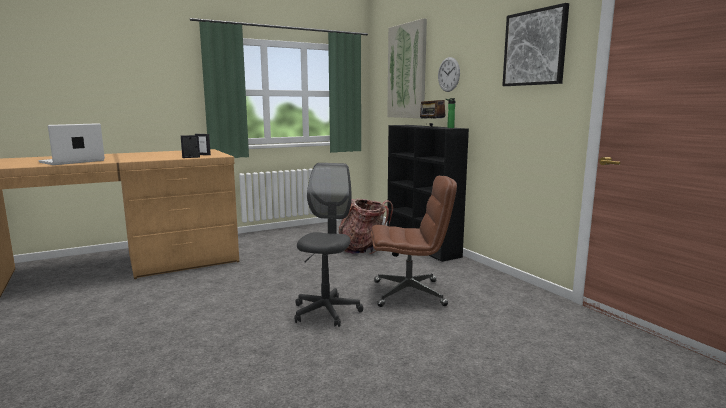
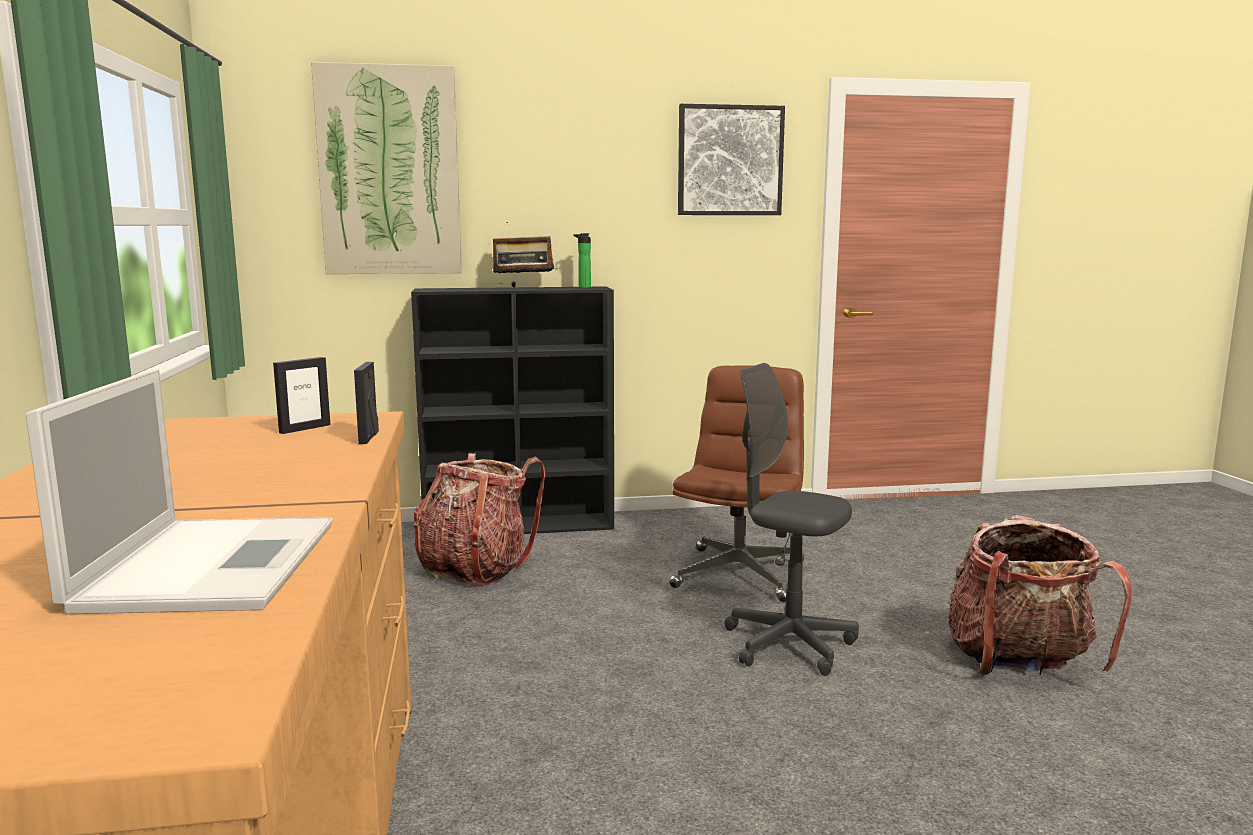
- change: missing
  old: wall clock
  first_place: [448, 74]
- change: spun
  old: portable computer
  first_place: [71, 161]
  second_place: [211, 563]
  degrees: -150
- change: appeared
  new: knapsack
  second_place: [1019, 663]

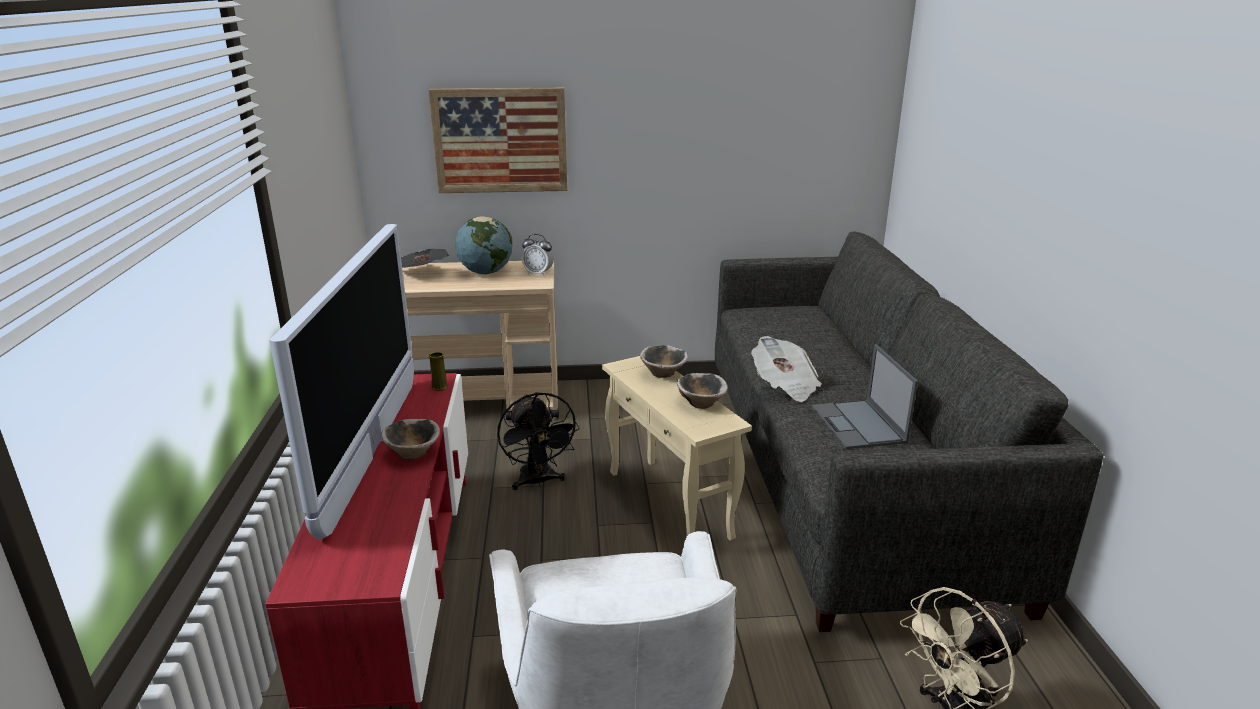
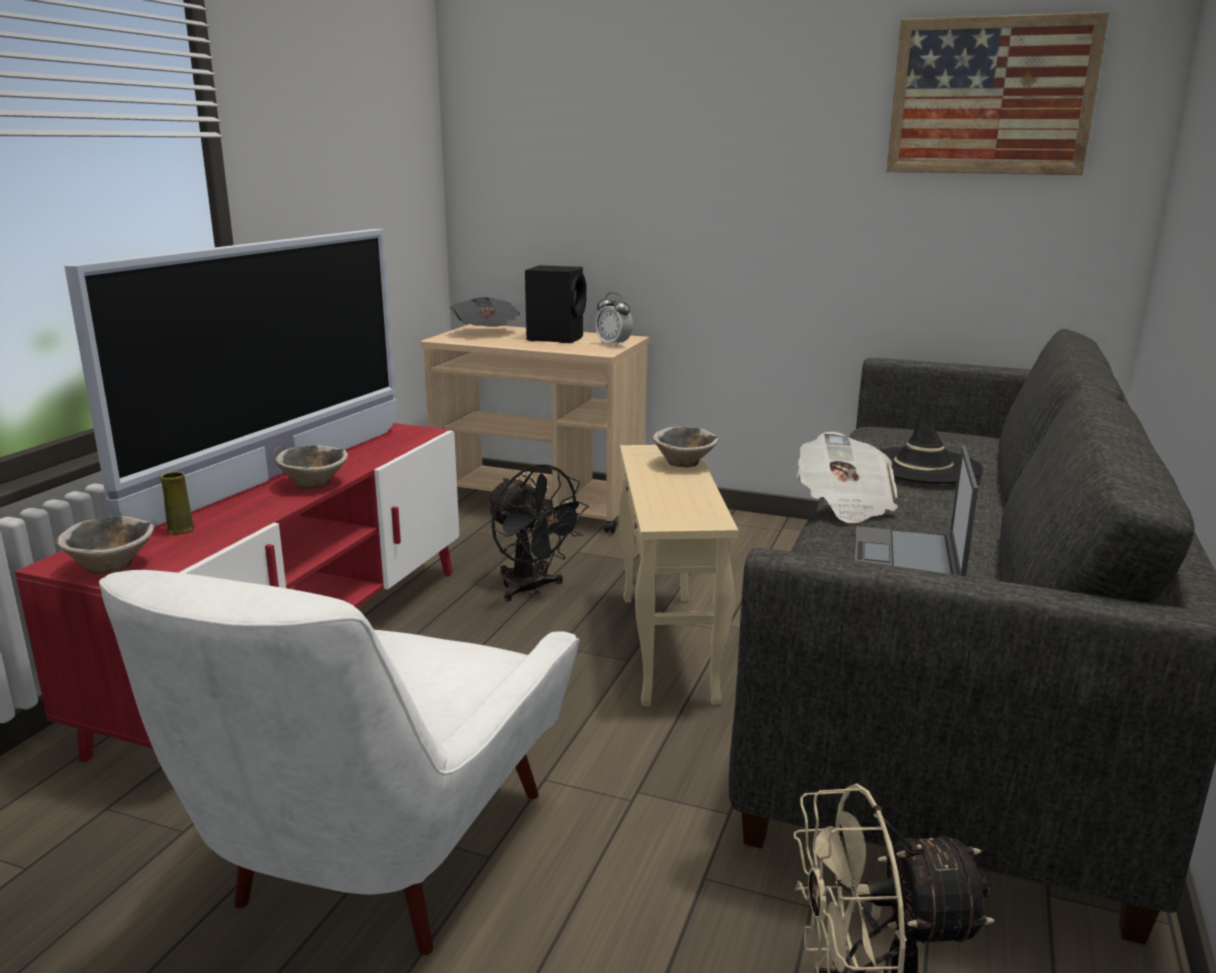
- change: relocated
  old: picture
  first_place: [500, 140]
  second_place: [991, 96]
- change: exchanged
  old: world globe
  new: black loudspeaker
  first_place: [485, 272]
  second_place: [556, 338]
- change: relocated
  old: yellow-coloured decorative vase
  first_place: [439, 387]
  second_place: [181, 530]
- change: relocated
  old: serving bowl
  first_place: [701, 403]
  second_place: [111, 567]
- change: spun
  old: black electric fan
  first_place: [538, 482]
  second_place: [531, 589]
  degrees: -45
- change: appeared
  new: black wearable hat
  second_place: [923, 466]

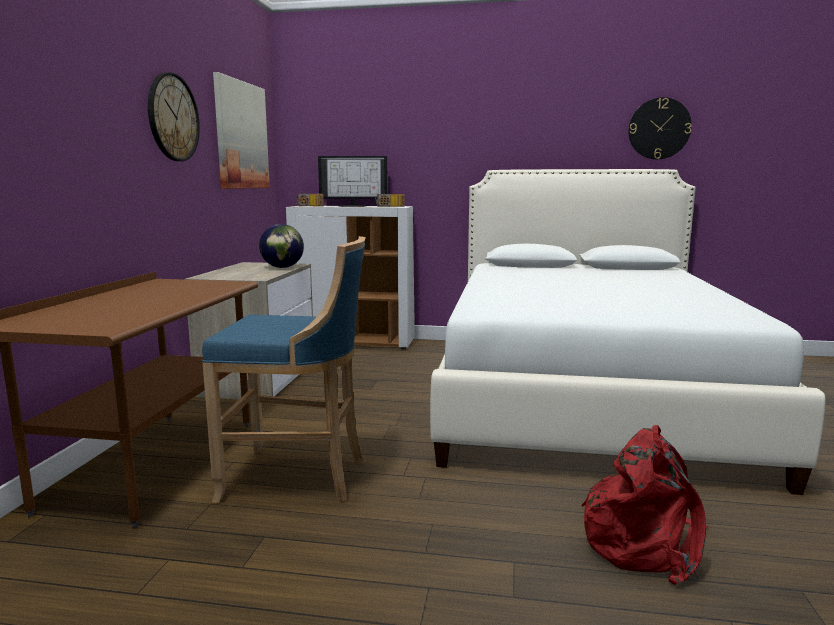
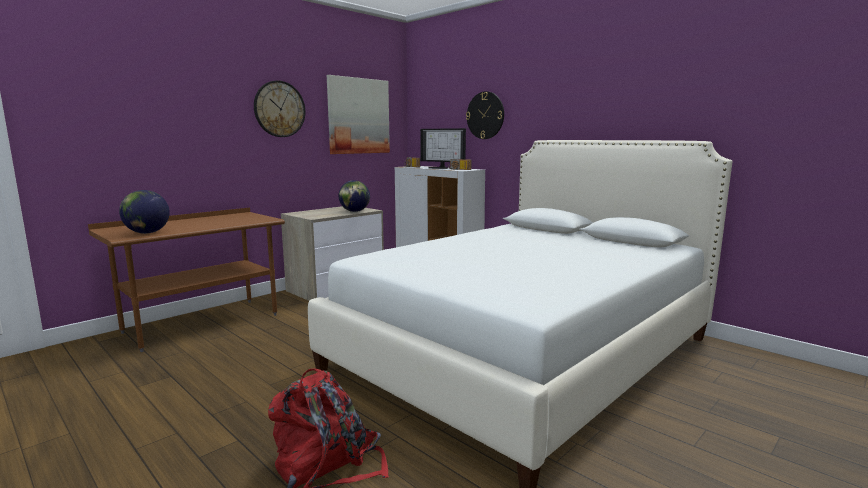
- change: relocated
  old: wall clock
  first_place: [659, 128]
  second_place: [485, 115]
- change: missing
  old: blue-coloured sitting stool
  first_place: [299, 477]
- change: appeared
  new: world globe
  second_place: [147, 233]

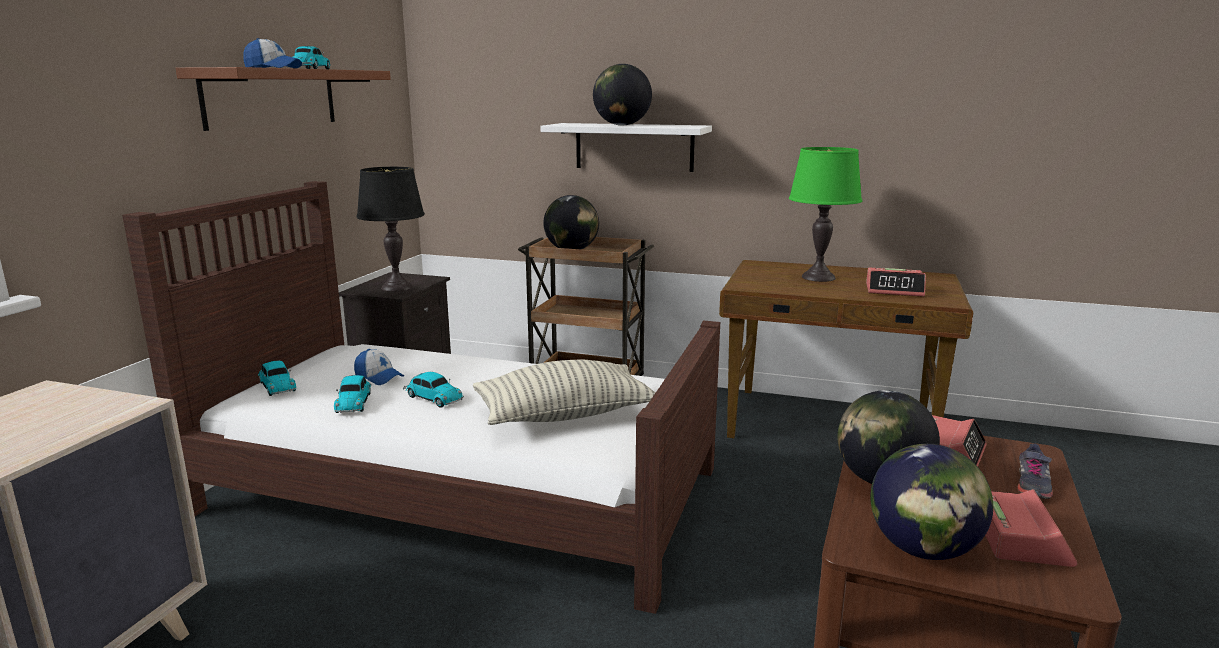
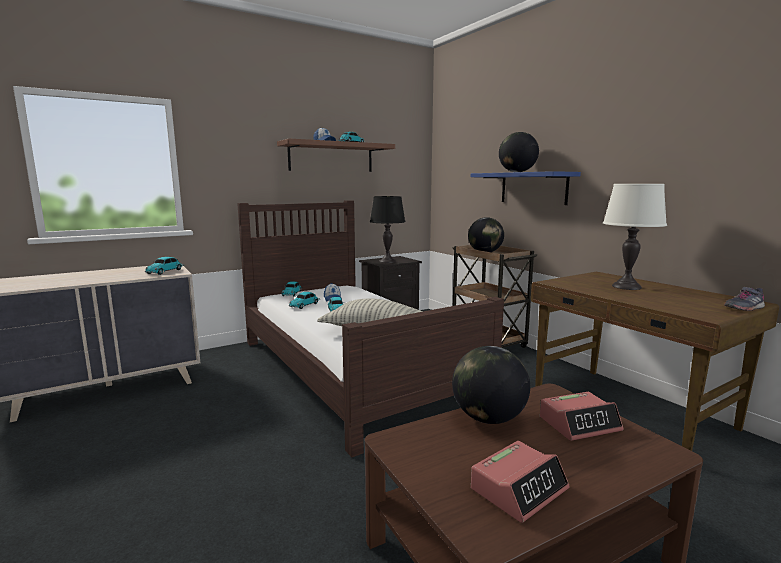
- change: colour
  old: white-coloured bracket shelf
  new: blue-coloured bracket shelf
  first_place: [634, 147]
  second_place: [533, 188]
- change: colour
  old: green lamp for a table
  new: white-coloured lamp for a table
  first_place: [818, 277]
  second_place: [626, 287]
- change: missing
  old: table clock
  first_place: [894, 290]
- change: missing
  old: world globe
  first_place: [923, 550]
- change: relocated
  old: grey item of footwear
  first_place: [1032, 485]
  second_place: [743, 308]
- change: appeared
  new: model car
  second_place: [165, 271]

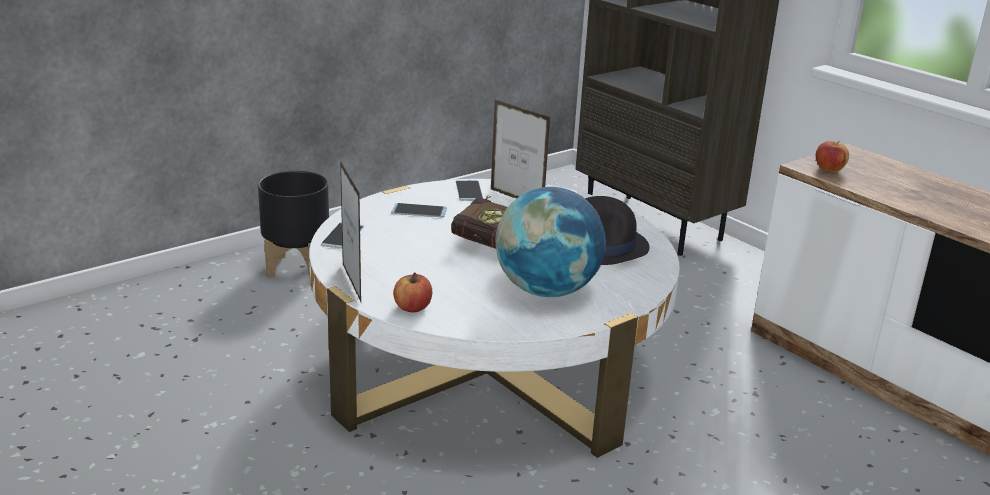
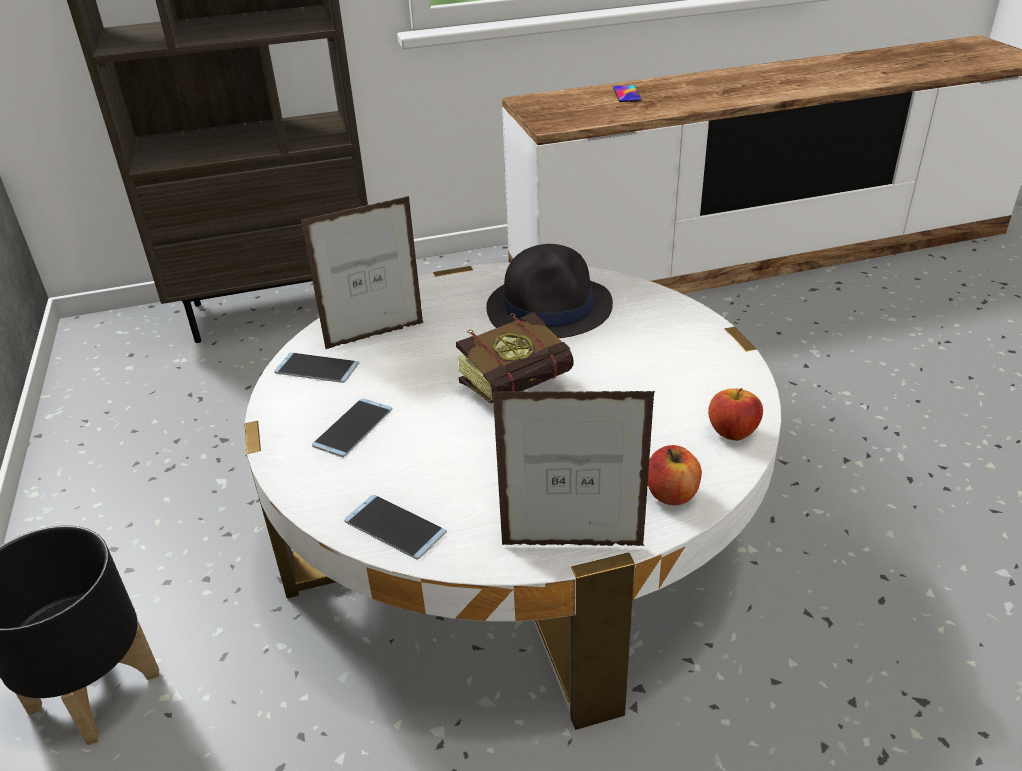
- change: relocated
  old: apple fruit
  first_place: [829, 169]
  second_place: [732, 433]
- change: missing
  old: world globe
  first_place: [546, 290]
- change: appeared
  new: handset
  second_place: [626, 94]

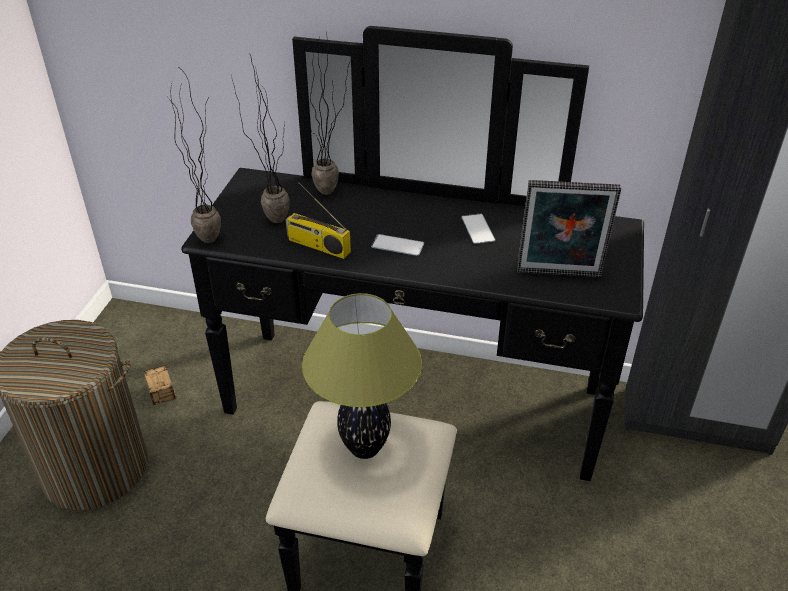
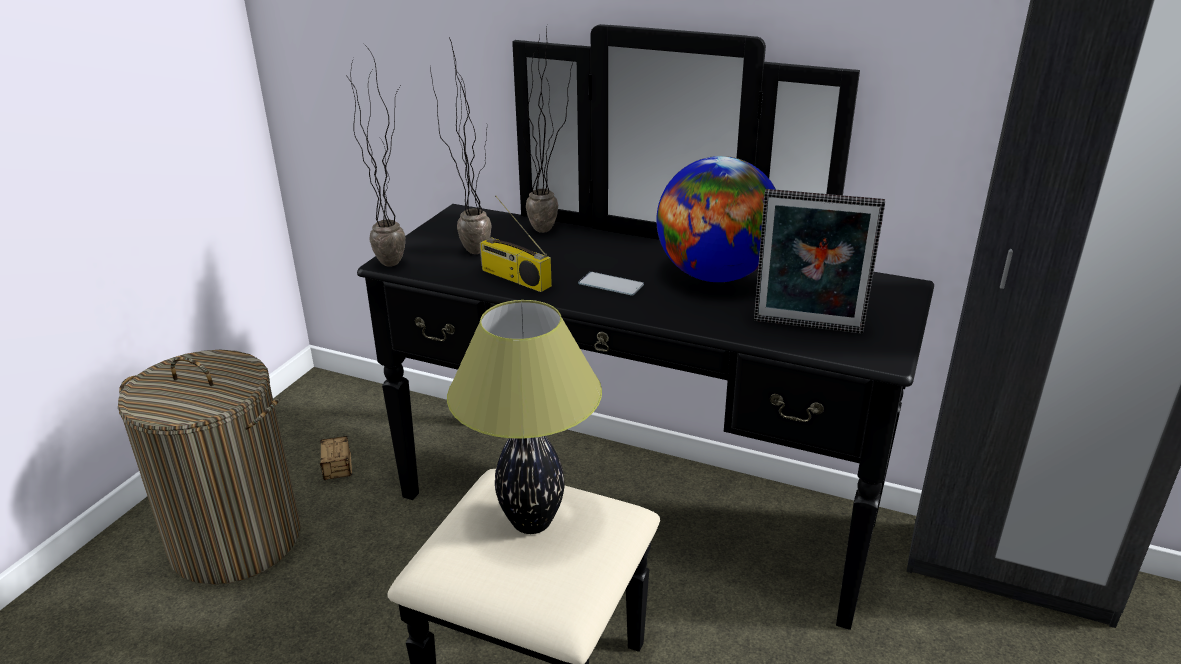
- change: exchanged
  old: handset
  new: world globe
  first_place: [477, 229]
  second_place: [715, 275]

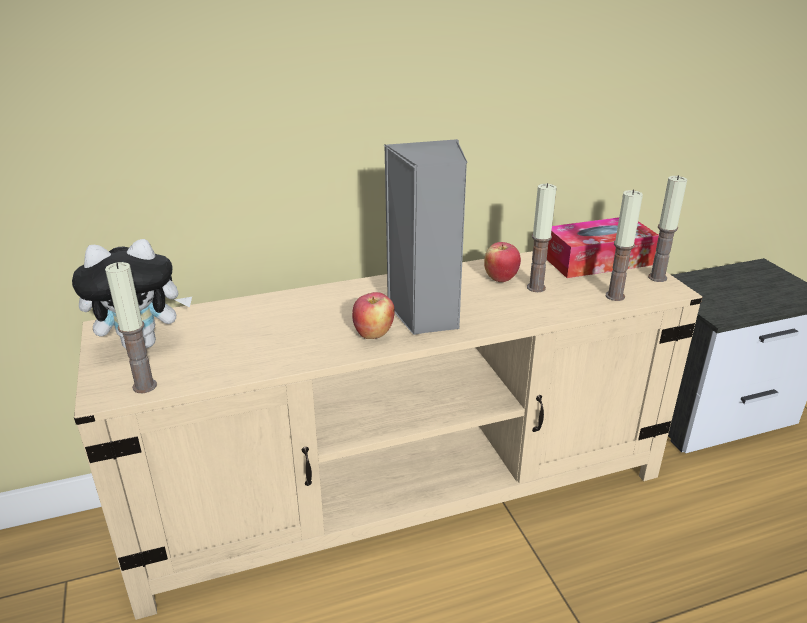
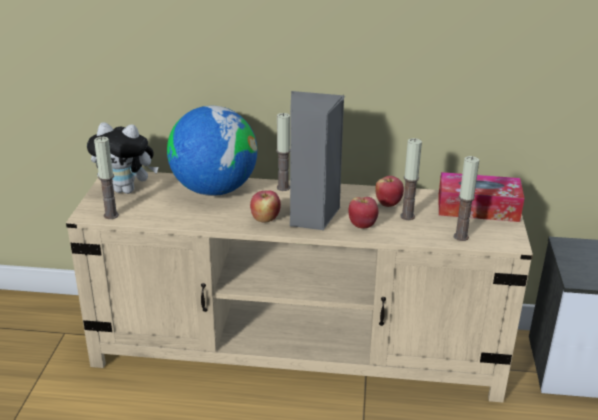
- change: relocated
  old: wax candle
  first_place: [657, 277]
  second_place: [283, 187]
- change: appeared
  new: world globe
  second_place: [214, 190]
- change: appeared
  new: apple fruit
  second_place: [362, 225]

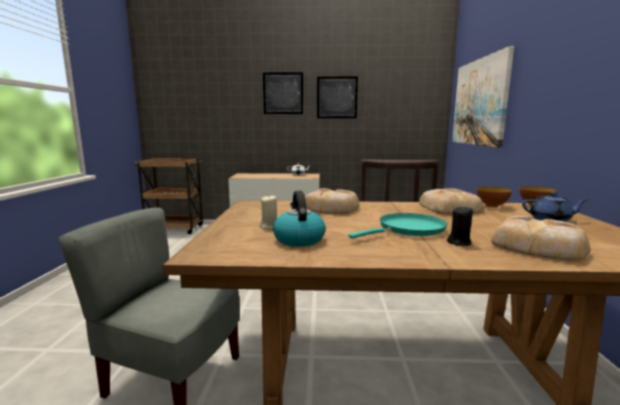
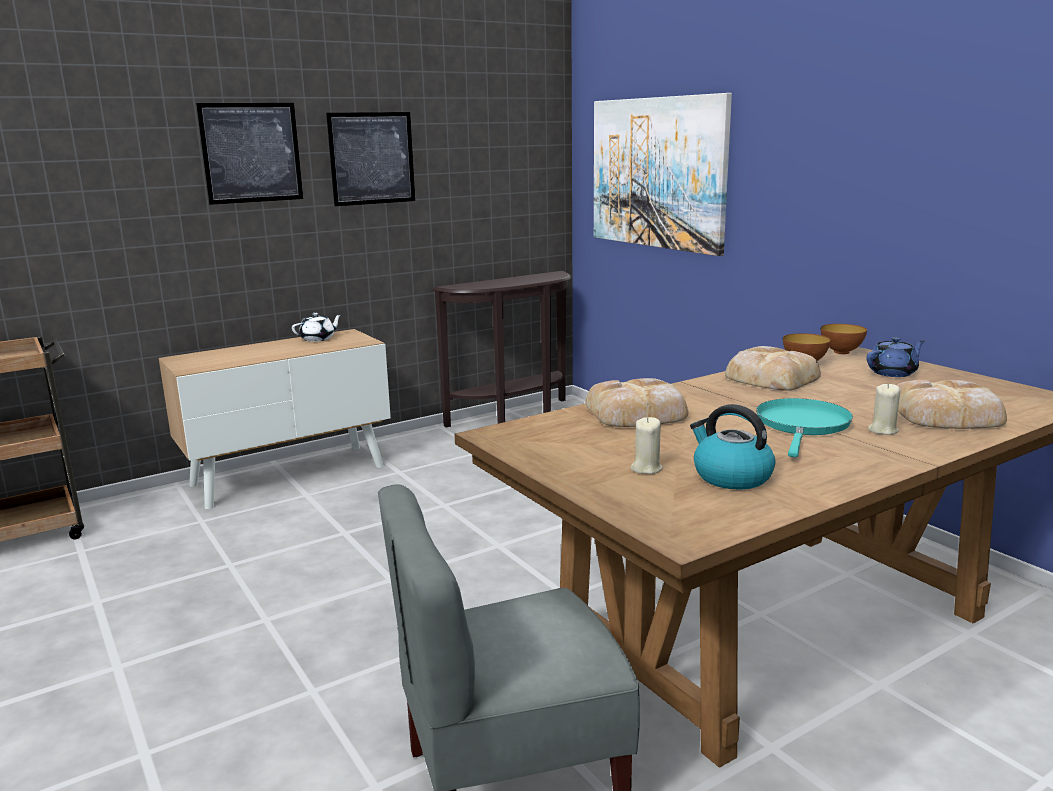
- change: colour
  old: black wax candle
  new: beige-coloured wax candle
  first_place: [459, 242]
  second_place: [882, 430]

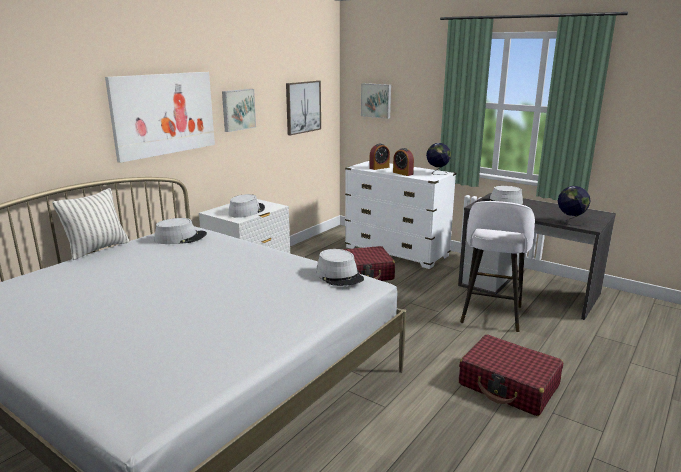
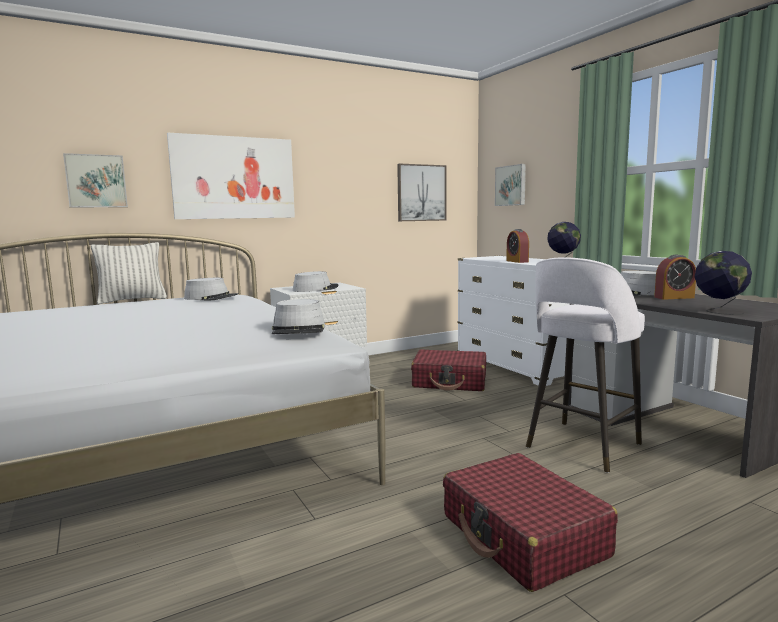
- change: relocated
  old: picture
  first_place: [238, 109]
  second_place: [96, 181]
- change: relocated
  old: table clock
  first_place: [379, 168]
  second_place: [674, 297]

